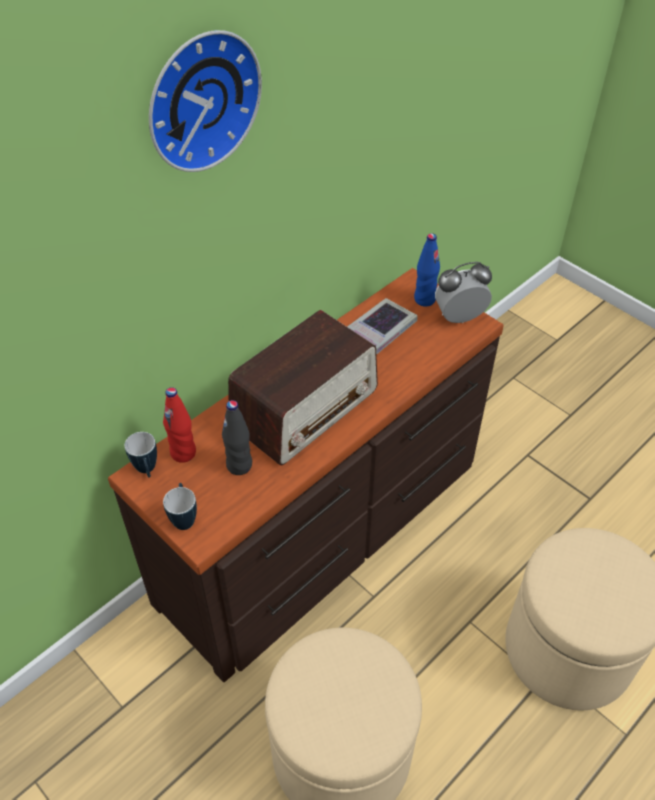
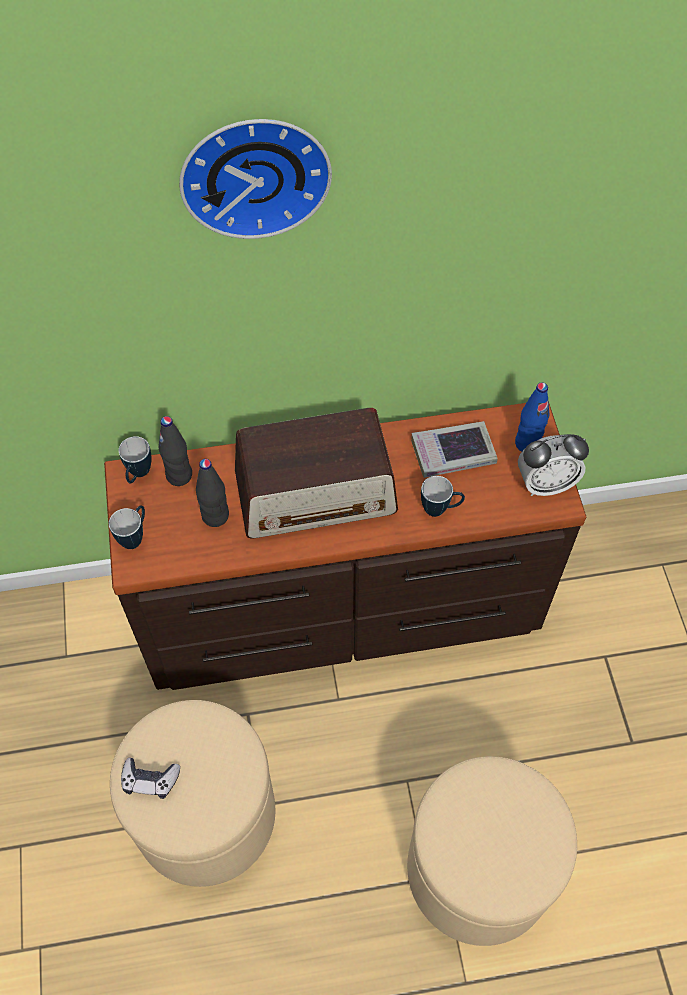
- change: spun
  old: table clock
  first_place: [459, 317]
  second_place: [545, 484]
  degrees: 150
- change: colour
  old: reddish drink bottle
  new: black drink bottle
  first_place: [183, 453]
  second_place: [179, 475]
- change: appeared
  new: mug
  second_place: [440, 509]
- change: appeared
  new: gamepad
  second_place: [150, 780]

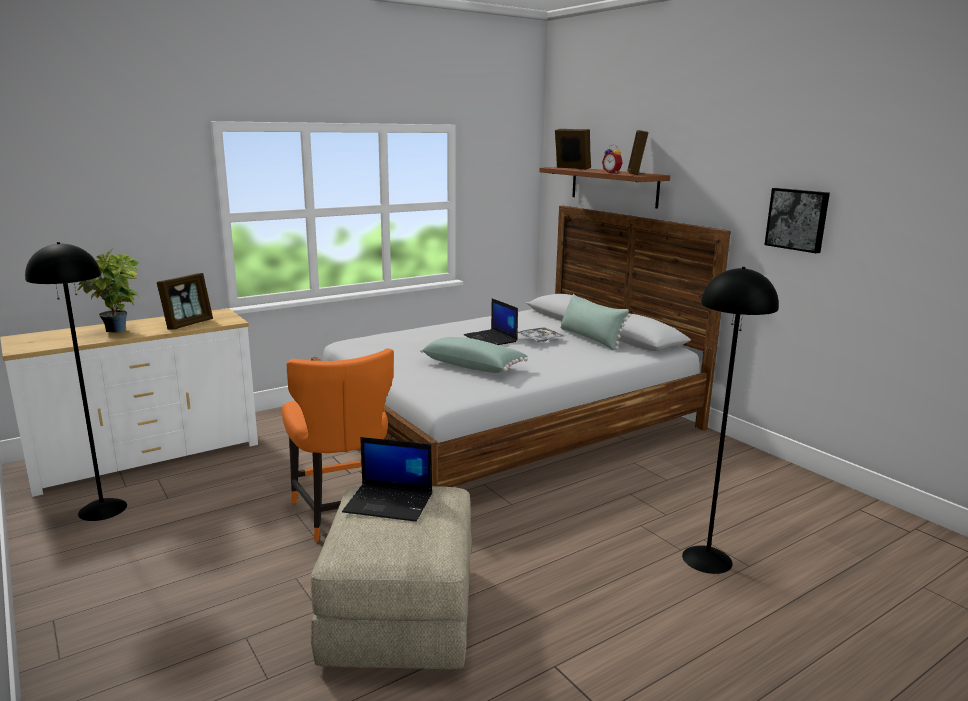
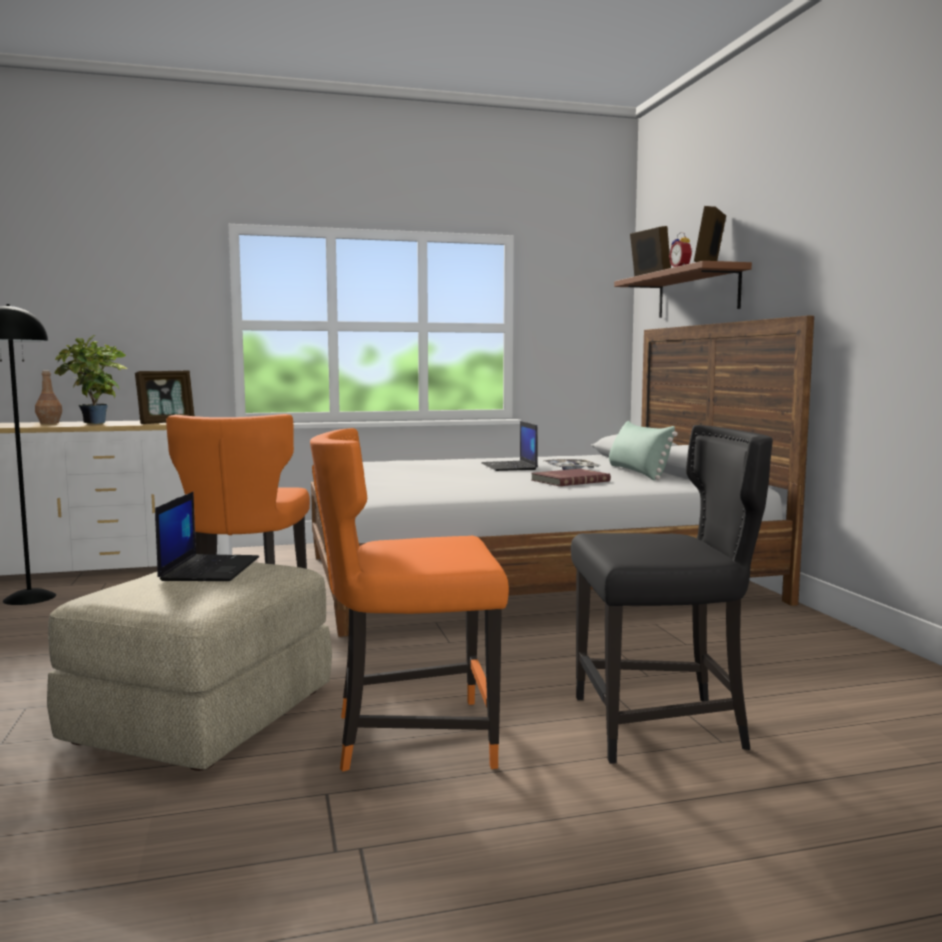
- change: missing
  old: picture
  first_place: [797, 219]
- change: exchanged
  old: black floor lamp
  new: black chair
  first_place: [707, 559]
  second_place: [662, 726]
- change: missing
  old: green pillow
  first_place: [473, 366]
- change: spun
  old: portable computer
  first_place: [390, 503]
  second_place: [209, 569]
  degrees: -120
- change: appeared
  new: brown drink bottle
  second_place: [49, 423]
- change: appeared
  new: orange-coloured chair
  second_place: [410, 737]
- change: appeared
  new: reddish volume
  second_place: [569, 480]

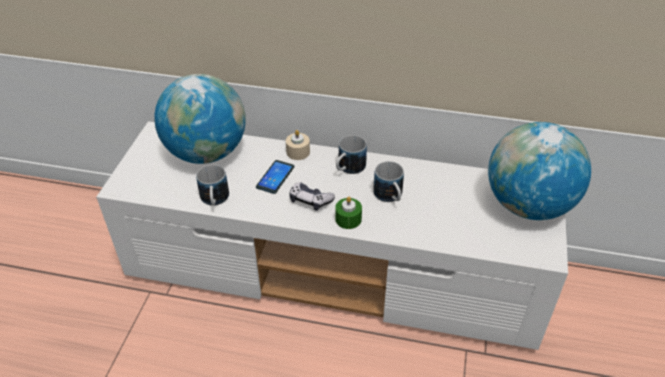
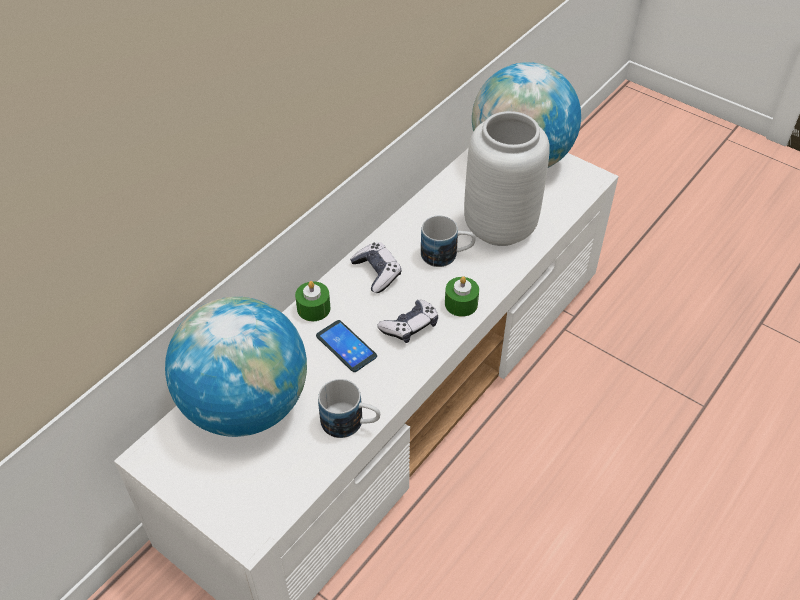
- change: colour
  old: beige-coloured wax candle
  new: green wax candle
  first_place: [298, 152]
  second_place: [313, 308]
- change: exchanged
  old: mug
  new: gamepad
  first_place: [348, 169]
  second_place: [377, 272]
- change: appeared
  new: grey decorative vase
  second_place: [501, 227]

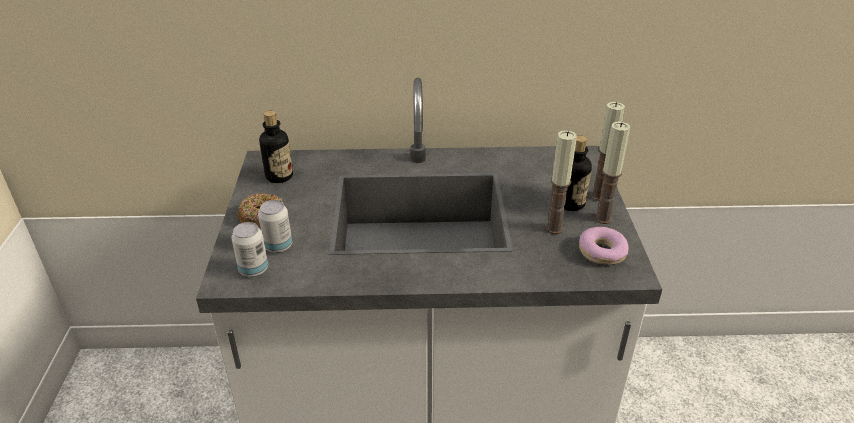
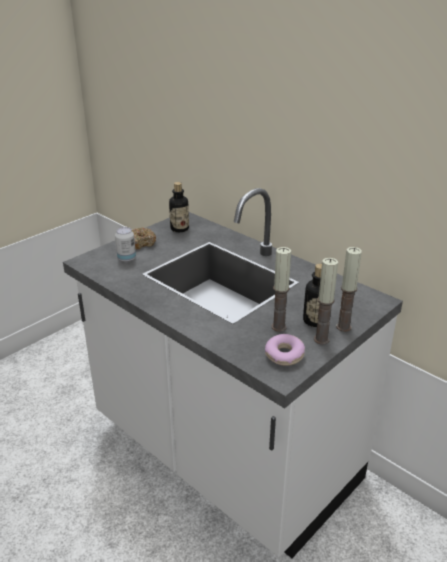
- change: missing
  old: can
  first_place: [253, 269]

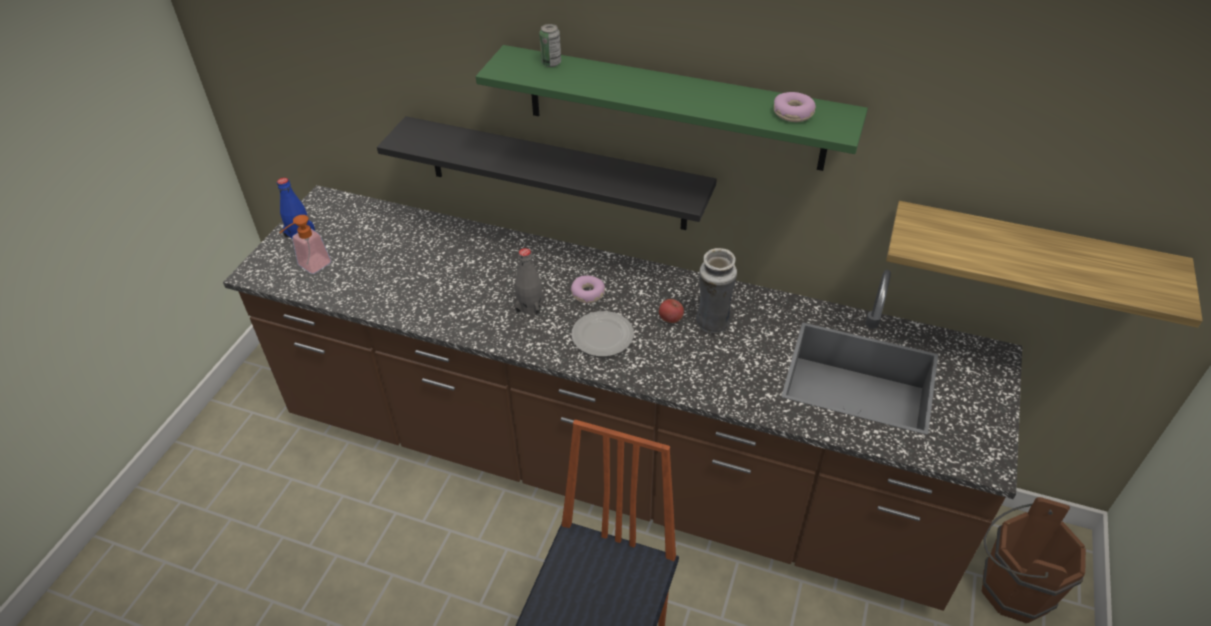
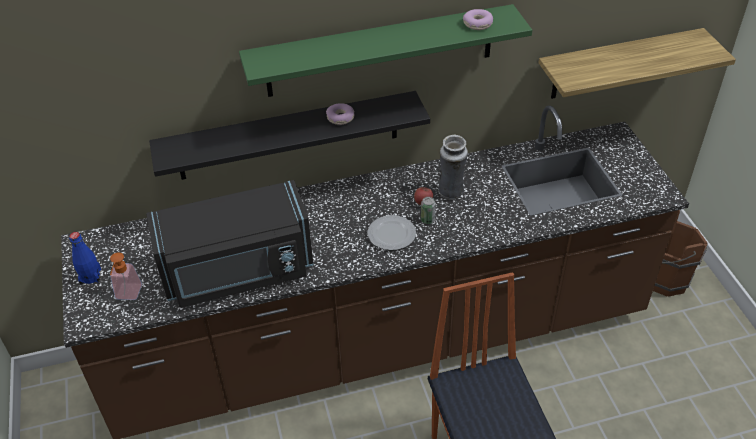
- change: relocated
  old: can
  first_place: [551, 63]
  second_place: [427, 220]
- change: missing
  old: grey drink bottle
  first_place: [530, 306]
- change: relocated
  old: doughnut
  first_place: [588, 294]
  second_place: [340, 118]
- change: appeared
  new: black microwave oven
  second_place: [238, 272]

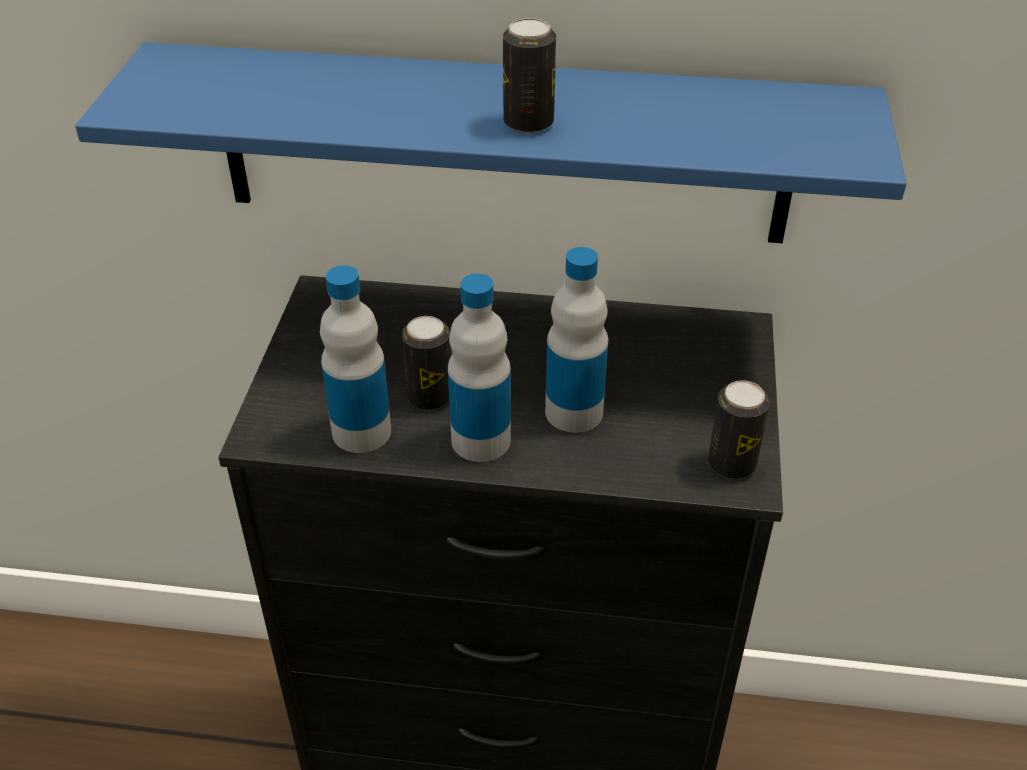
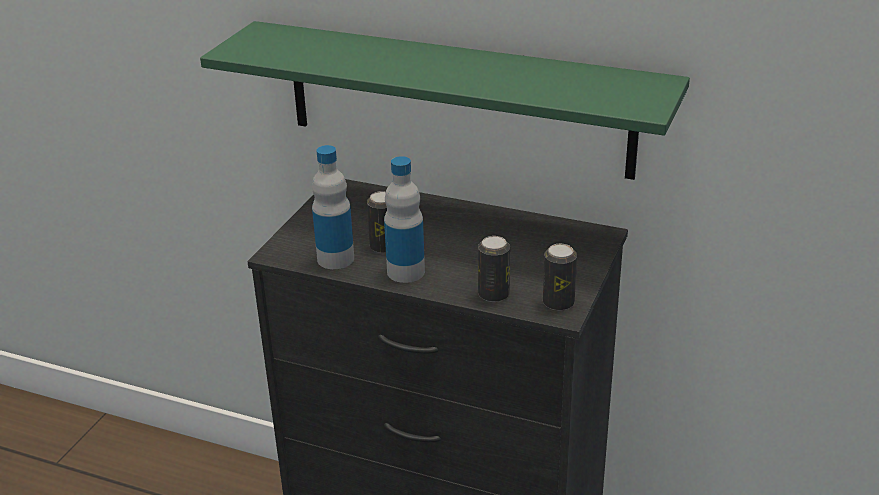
- change: relocated
  old: can
  first_place: [528, 123]
  second_place: [493, 294]
- change: colour
  old: blue-coloured bracket shelf
  new: green bracket shelf
  first_place: [503, 145]
  second_place: [457, 99]
- change: missing
  old: drink bottle
  first_place: [574, 412]

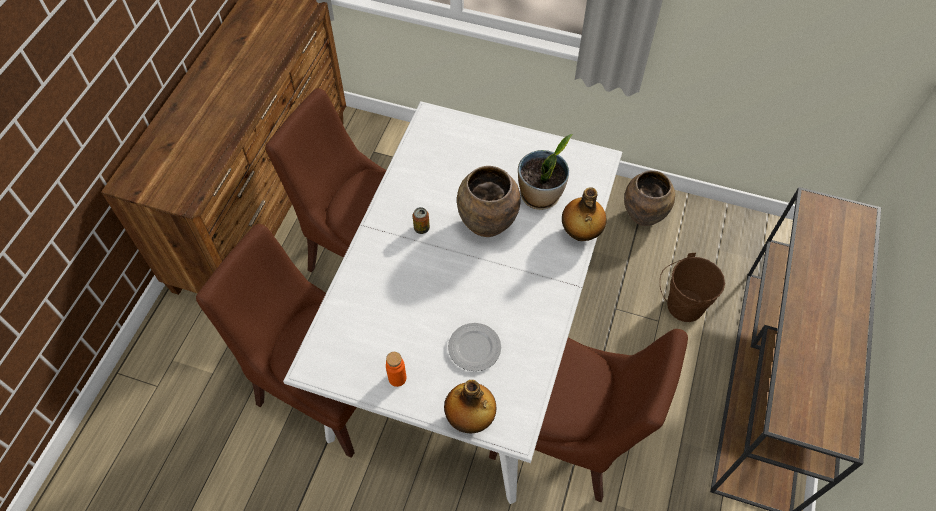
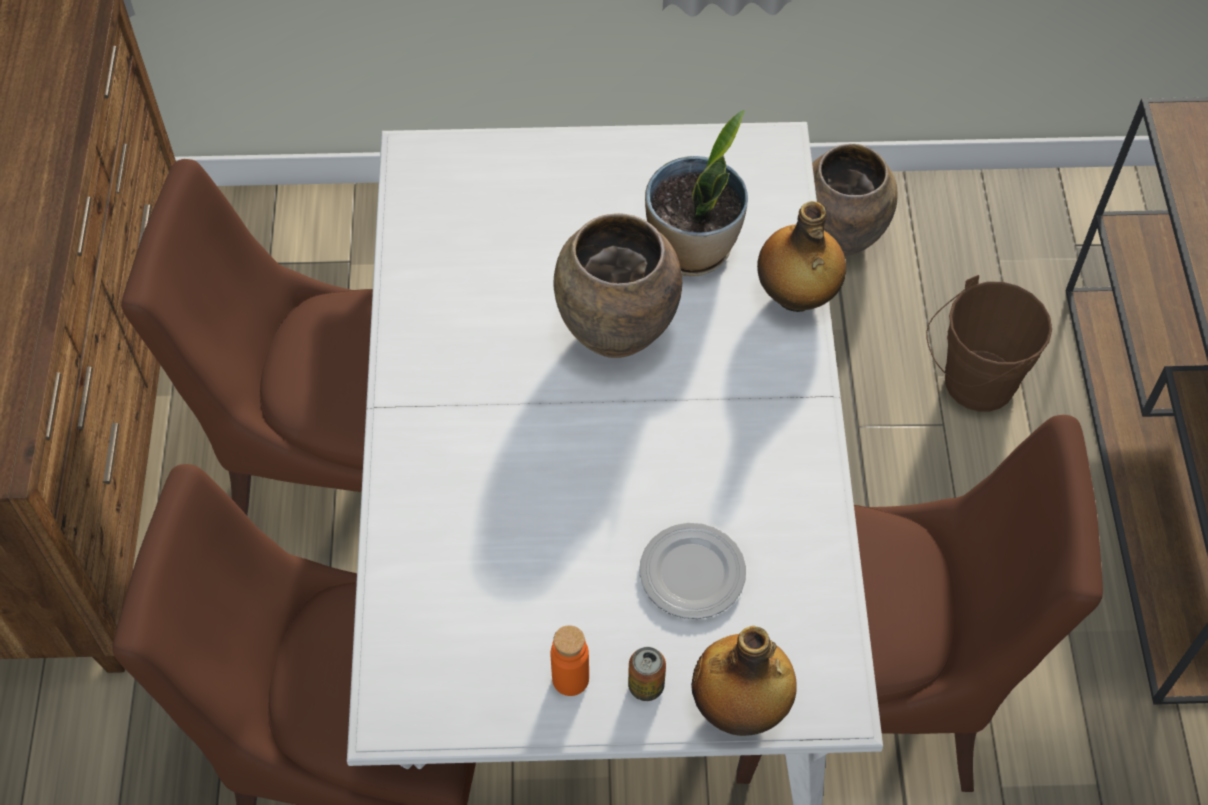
- change: relocated
  old: can
  first_place: [421, 228]
  second_place: [646, 686]

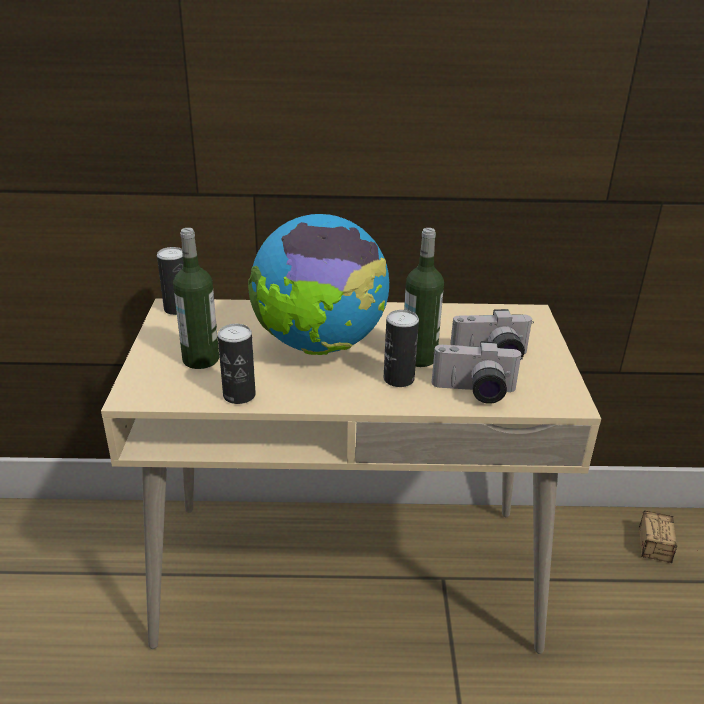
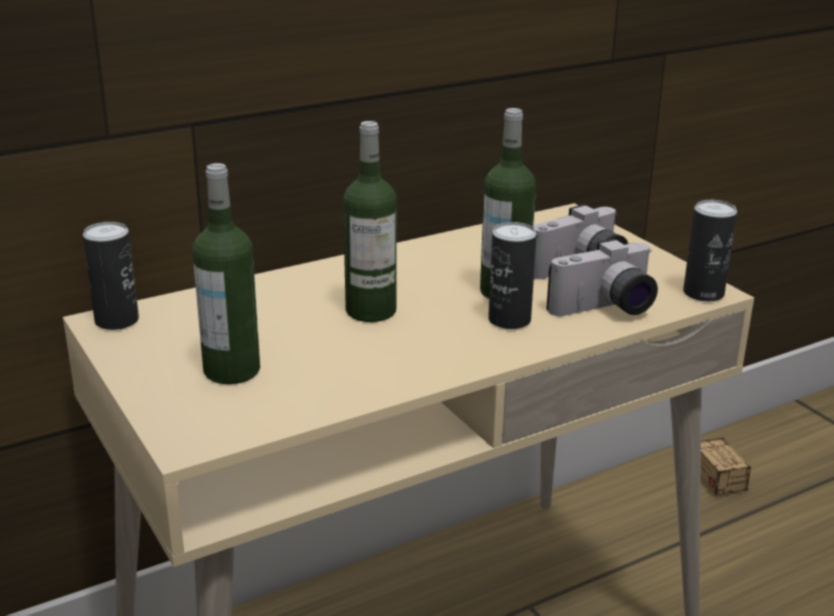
- change: exchanged
  old: world globe
  new: drink bottle
  first_place: [320, 345]
  second_place: [371, 311]
- change: relocated
  old: can
  first_place: [239, 395]
  second_place: [703, 293]

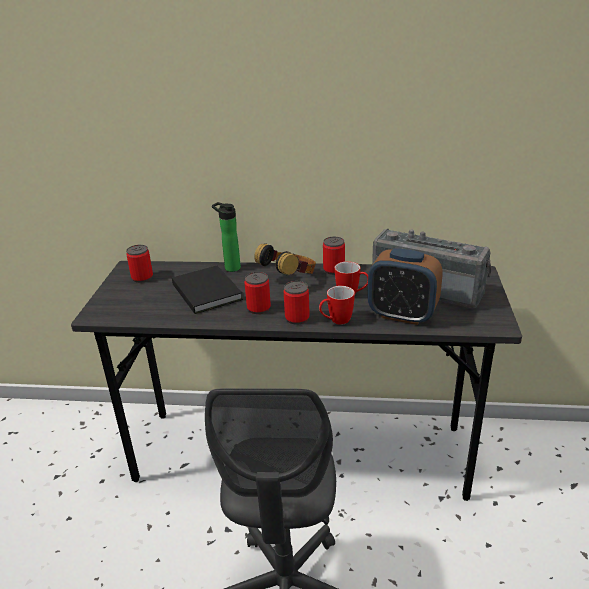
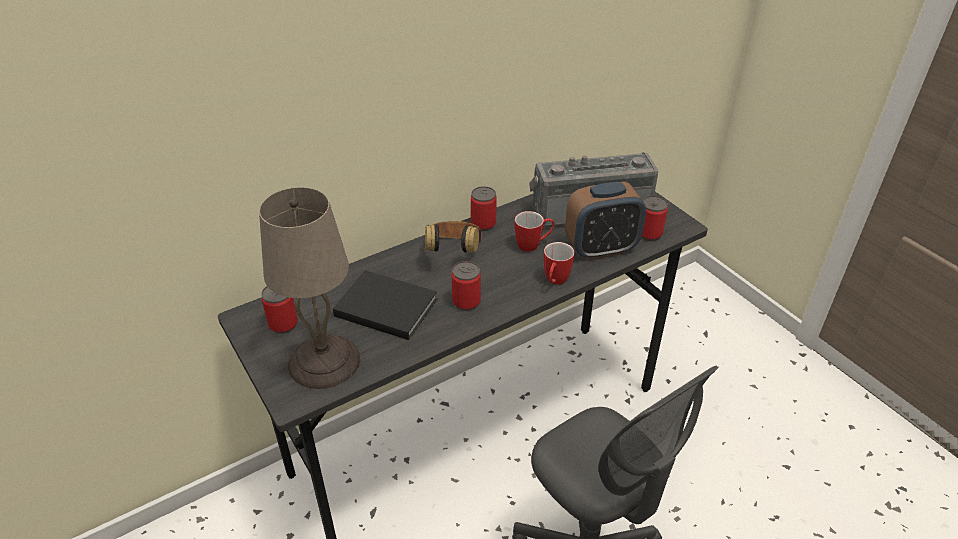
- change: missing
  old: drink bottle
  first_place: [230, 267]
- change: relocated
  old: can
  first_place: [297, 318]
  second_place: [649, 234]
- change: appeared
  new: beige-coloured lamp for a table
  second_place: [323, 362]

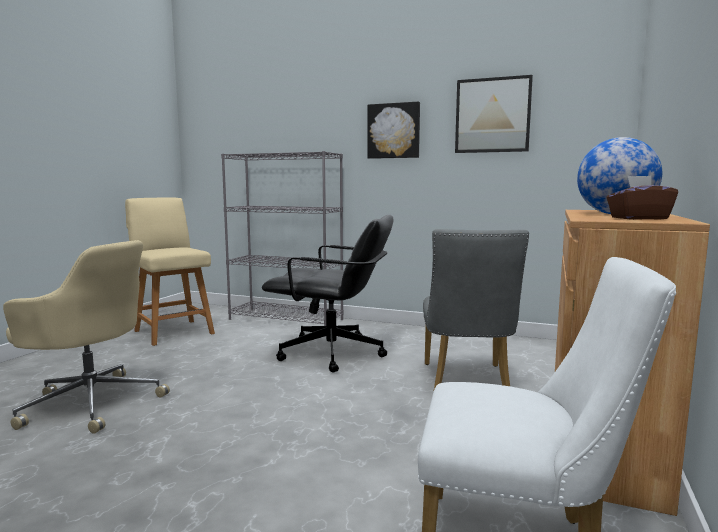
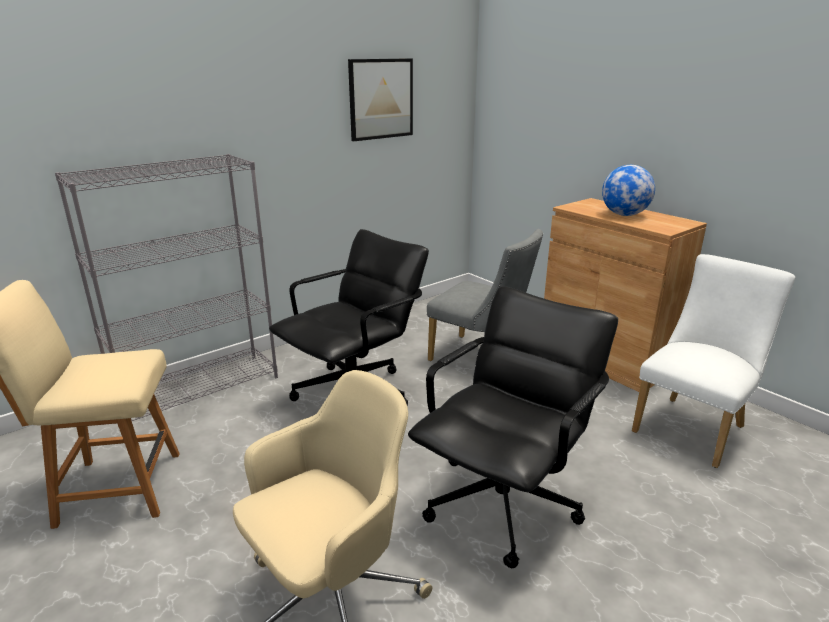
- change: missing
  old: picture
  first_place: [394, 131]
- change: missing
  old: brown tissue box
  first_place: [638, 218]
- change: appeared
  new: black office chair
  second_place: [503, 504]

